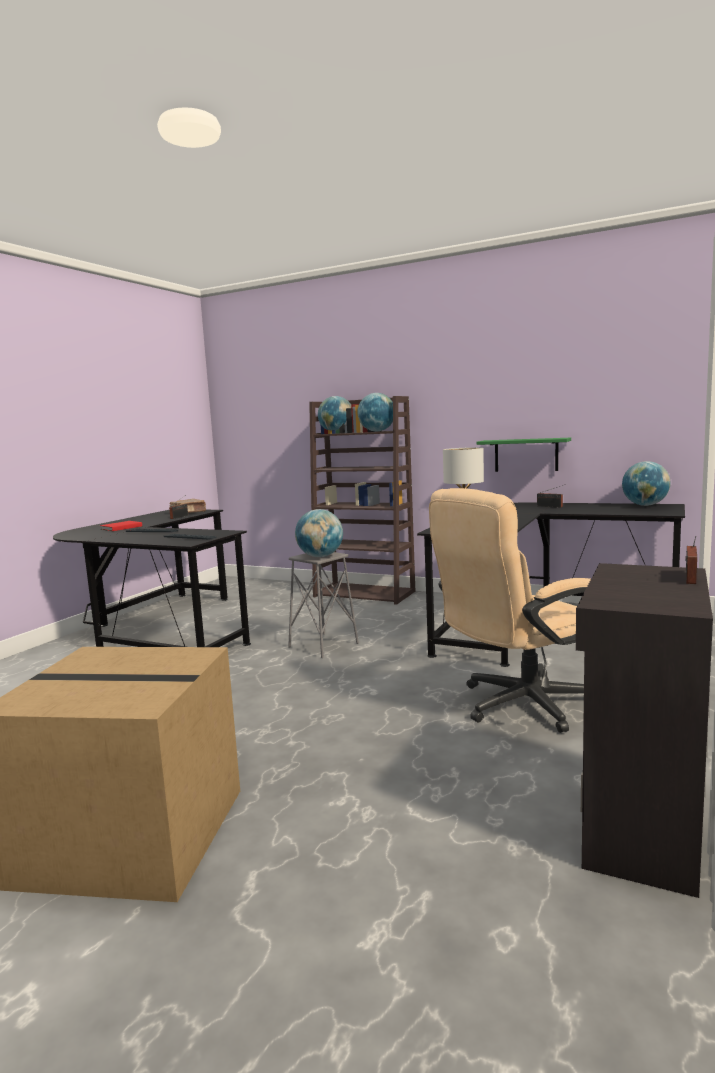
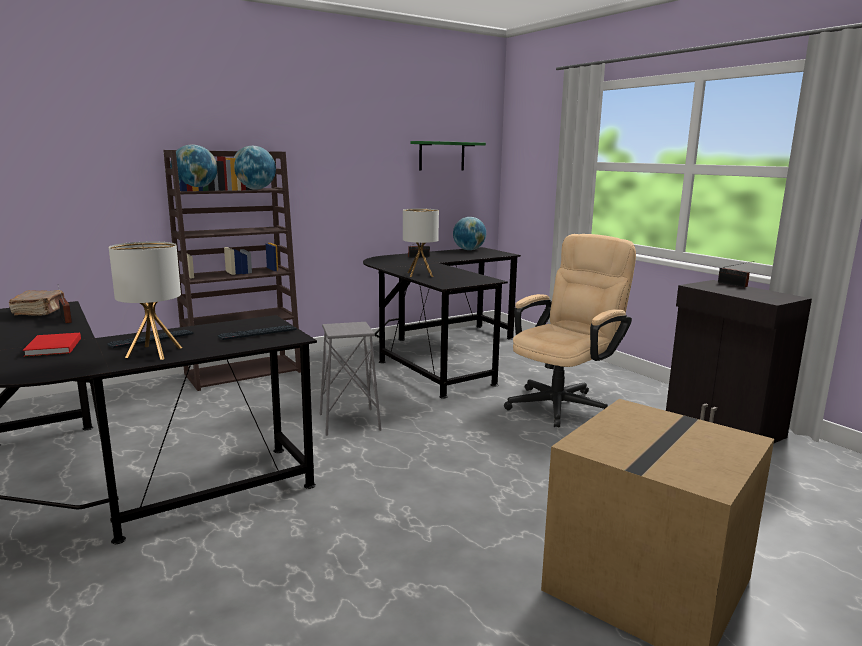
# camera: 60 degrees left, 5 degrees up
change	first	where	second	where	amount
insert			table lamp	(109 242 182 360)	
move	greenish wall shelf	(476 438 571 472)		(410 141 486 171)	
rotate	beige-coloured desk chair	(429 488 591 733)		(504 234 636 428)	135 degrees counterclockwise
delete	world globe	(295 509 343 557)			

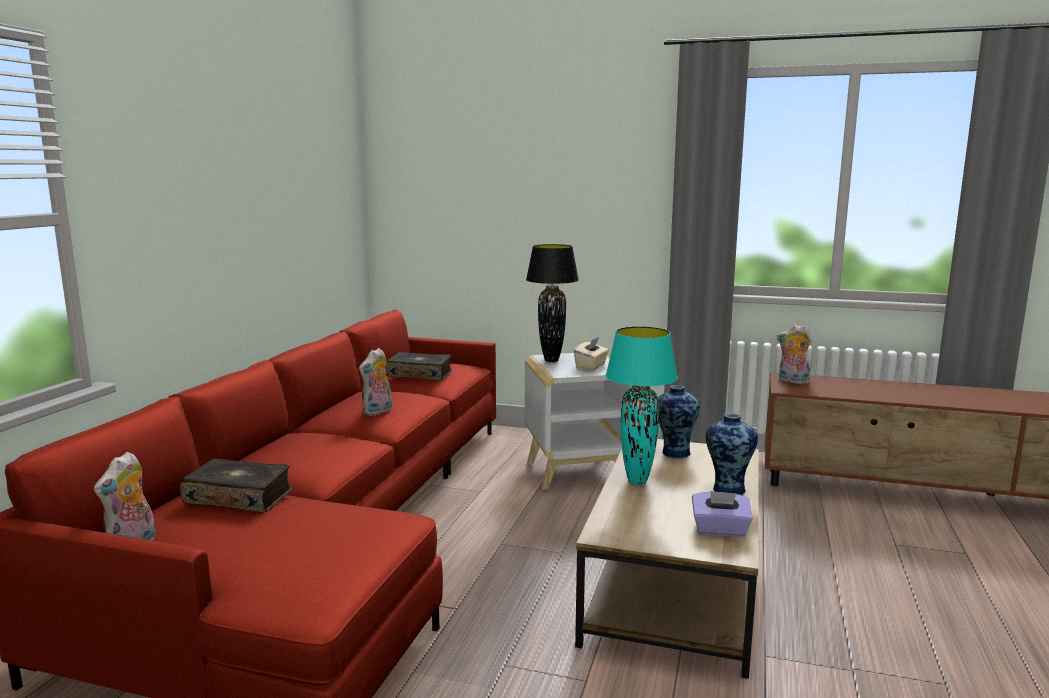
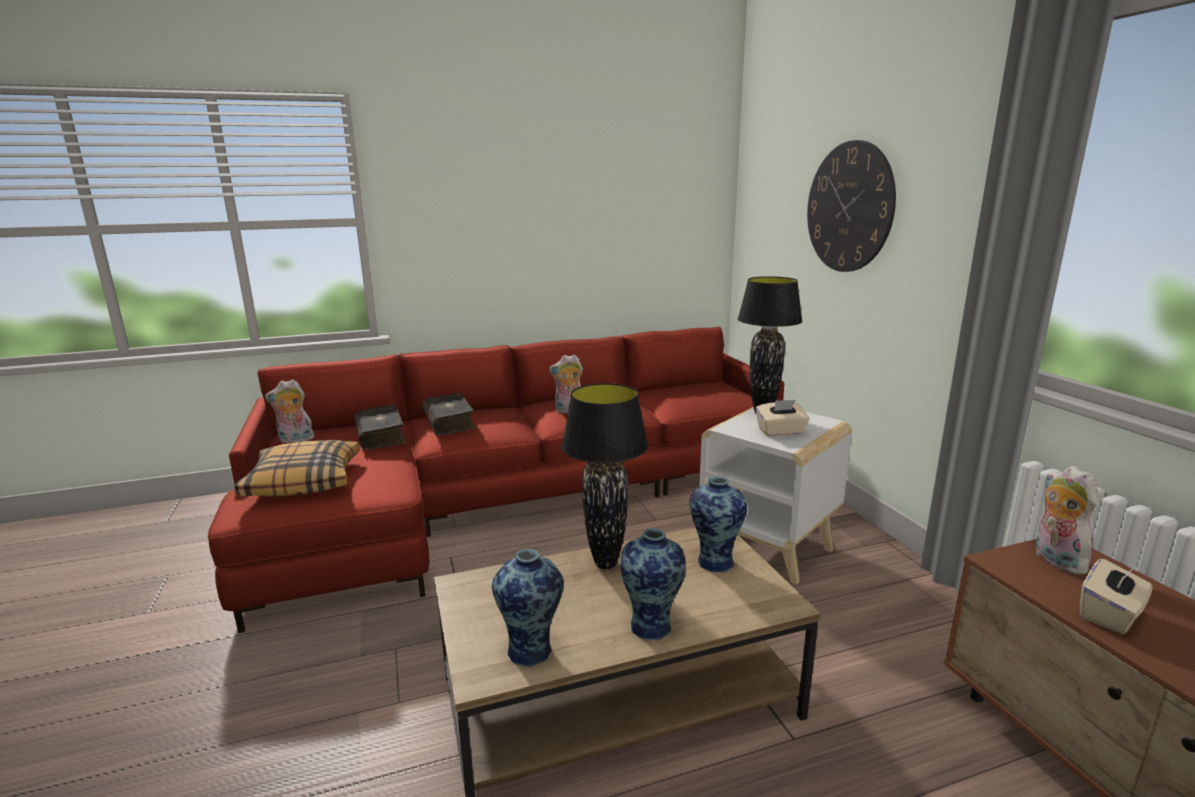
# camera: 55 degrees right, 5 degrees up
change	first	where	second	where	amount
insert			pillow	(235 440 360 497)	
move	volume	(386 352 452 381)		(422 393 477 436)	
replace	purple tissue holder	(692 491 753 537)	decorative vase	(492 549 564 668)	
recolor	turquoise-coloured table lamp	(606 326 678 485)	black table lamp	(562 383 648 569)	
insert			clock on the wall	(807 140 896 272)	
insert			beige-coloured tissue holder	(1080 559 1152 634)	

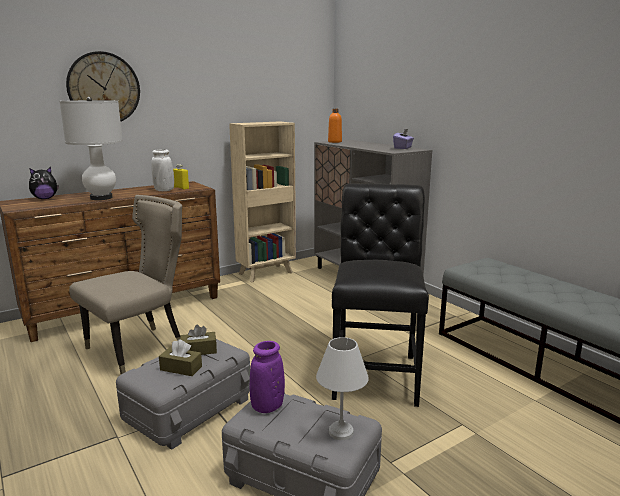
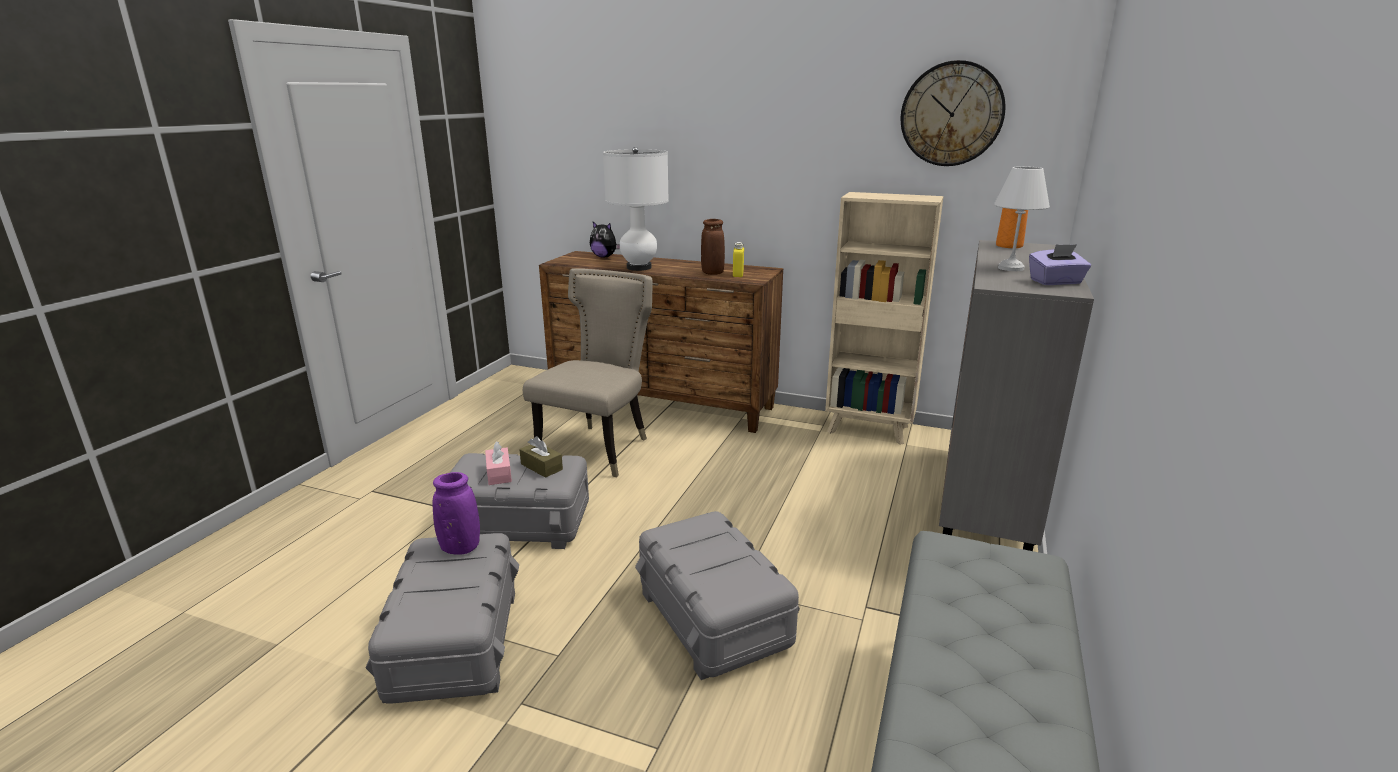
# camera: 55 degrees right, 5 degrees up
change	first	where	second	where	amount
recolor	brown-coloured tissue holder	(159 339 202 376)	pinkish tissue holder	(485 441 512 485)	
rotate	beige-coloured plain chair	(69 195 182 374)		(523 268 653 478)	75 degrees counterclockwise
replace	black plain chair	(332 183 429 407)	greyish storage box	(635 511 800 680)	
recolor	whitish decorative vase	(151 149 174 191)	brown-coloured decorative vase	(701 219 725 275)	
move	clock on the wall	(66 51 140 121)		(901 60 1005 166)	
move	whitish table lamp	(316 337 369 440)		(994 166 1050 271)	

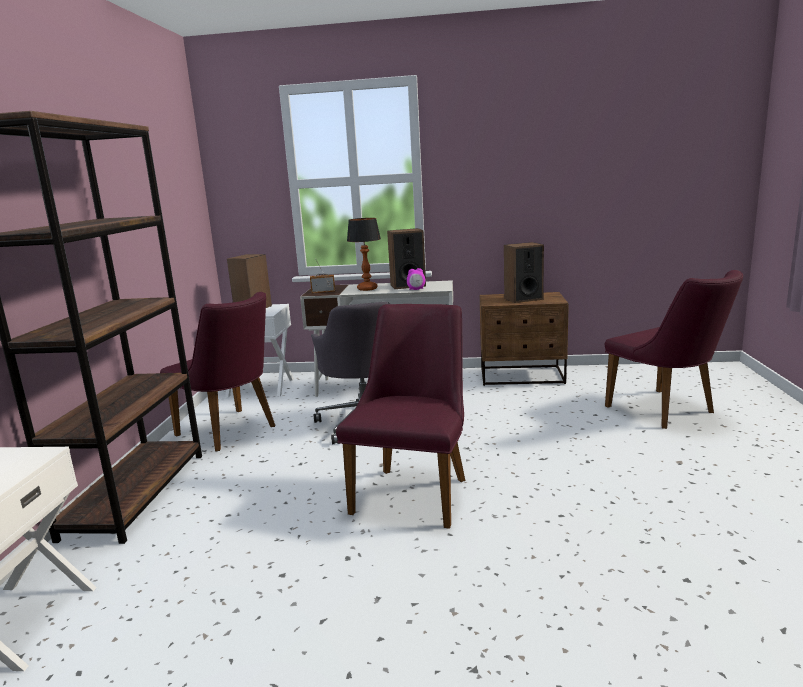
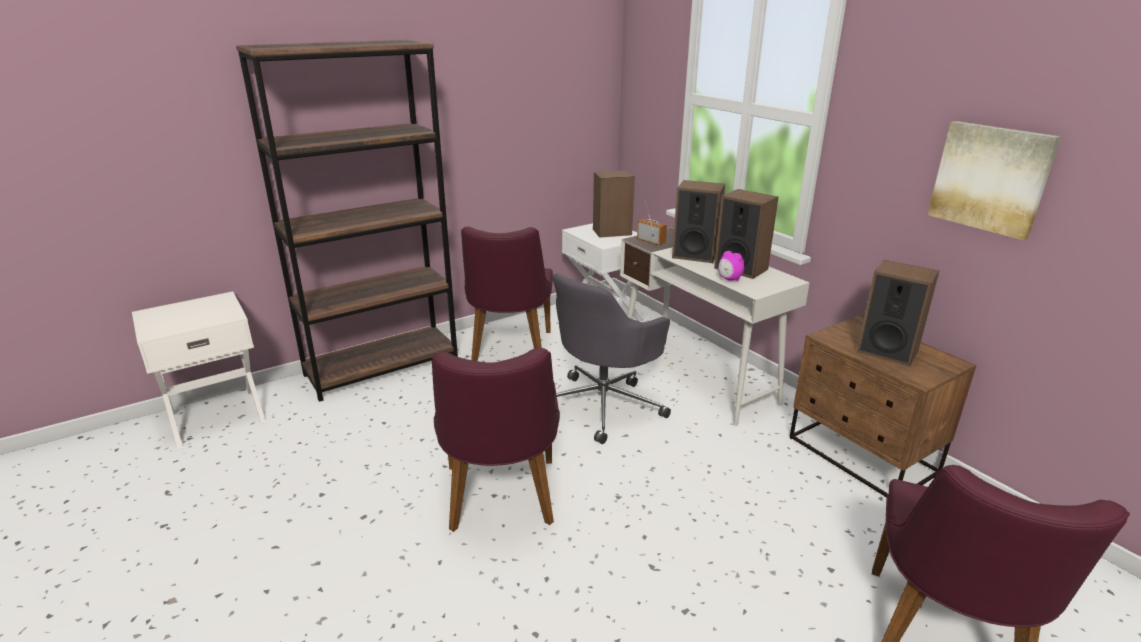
# camera: 50 degrees right, 10 degrees up
change	first	where	second	where	amount
rotate	purple plain chair	(336 304 465 529)		(432 348 560 532)	105 degrees clockwise
replace	table lamp	(347 218 381 291)	audio speaker	(672 180 725 263)	
insert			wall picture	(928 121 1061 240)	

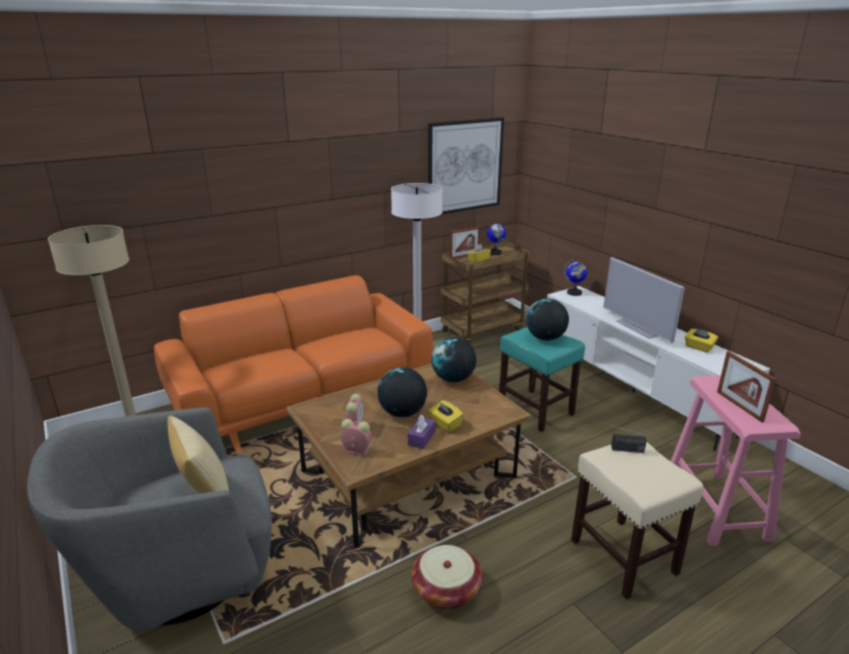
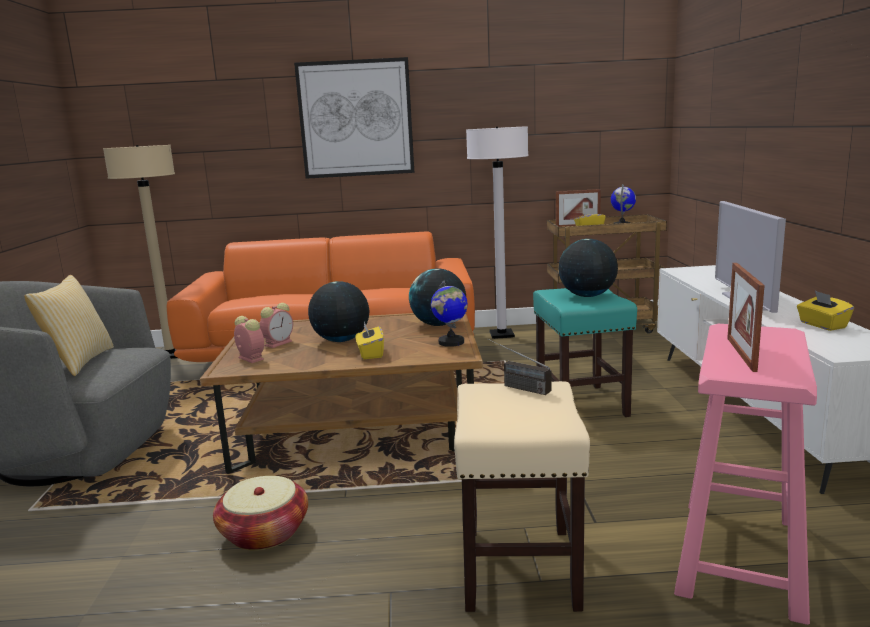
# camera: 30 degrees right, 10 degrees down
change	first	where	second	where	amount
move	wall picture	(428 118 504 214)		(294 57 414 179)	
move	world globe	(564 259 587 296)		(431 280 468 347)	
delete	purple tissue holder	(408 414 435 449)			

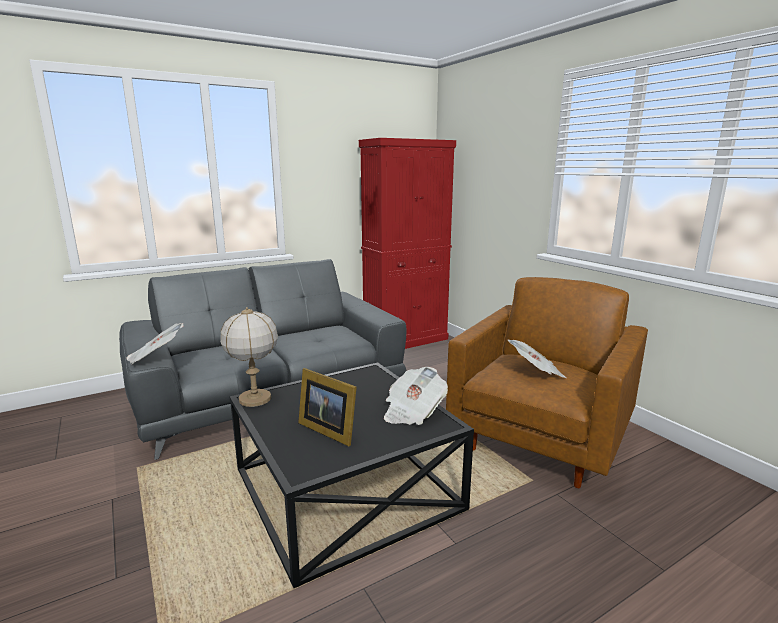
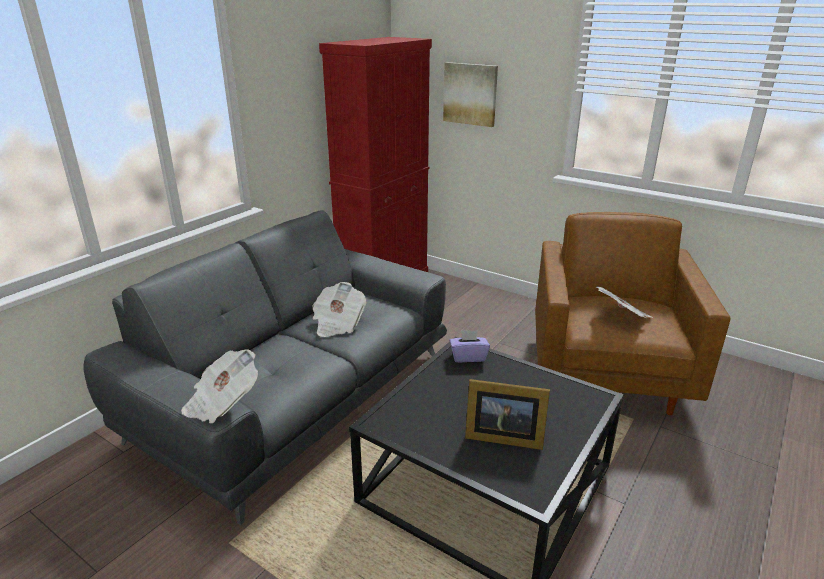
# camera: 25 degrees left, 10 degrees up
change	first	where	second	where	amount
move	newspaper	(384 367 448 425)		(312 282 366 337)	
insert			wall picture	(443 62 498 127)	
insert			purple tissue holder	(449 330 490 362)	
delete	table lamp	(220 307 278 407)			

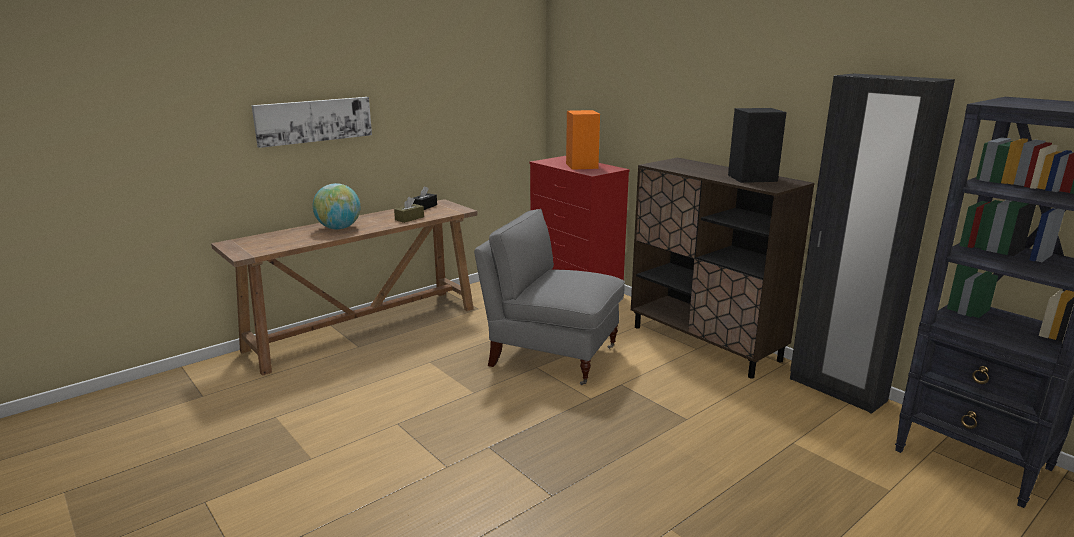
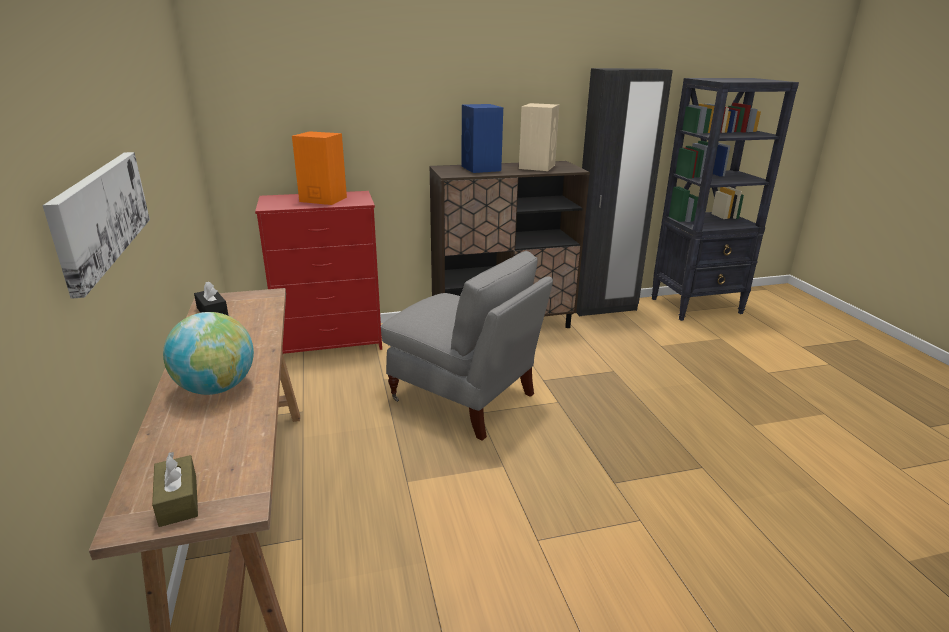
# camera: 65 degrees left, 5 degrees up
change	first	where	second	where	amount
move	brown-coloured tissue holder	(394 197 424 223)		(152 452 198 527)	
rotate	greyish easy chair	(474 209 625 385)		(380 251 553 441)	105 degrees counterclockwise
insert			blue-coloured audio speaker	(461 104 503 173)	
recolor	black audio speaker	(728 108 787 183)	beige-coloured audio speaker	(519 103 559 171)	

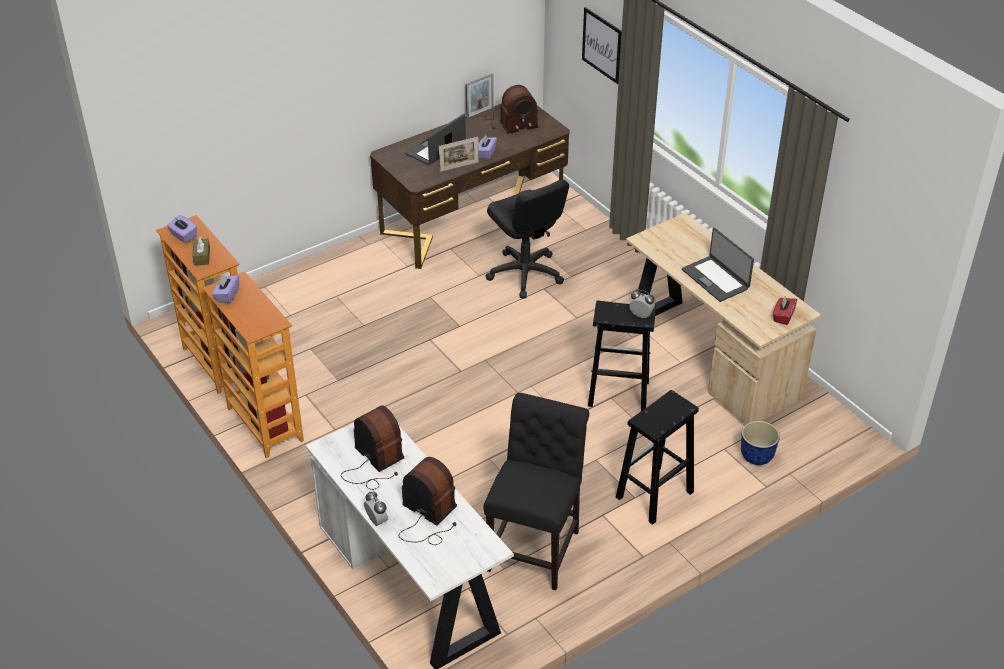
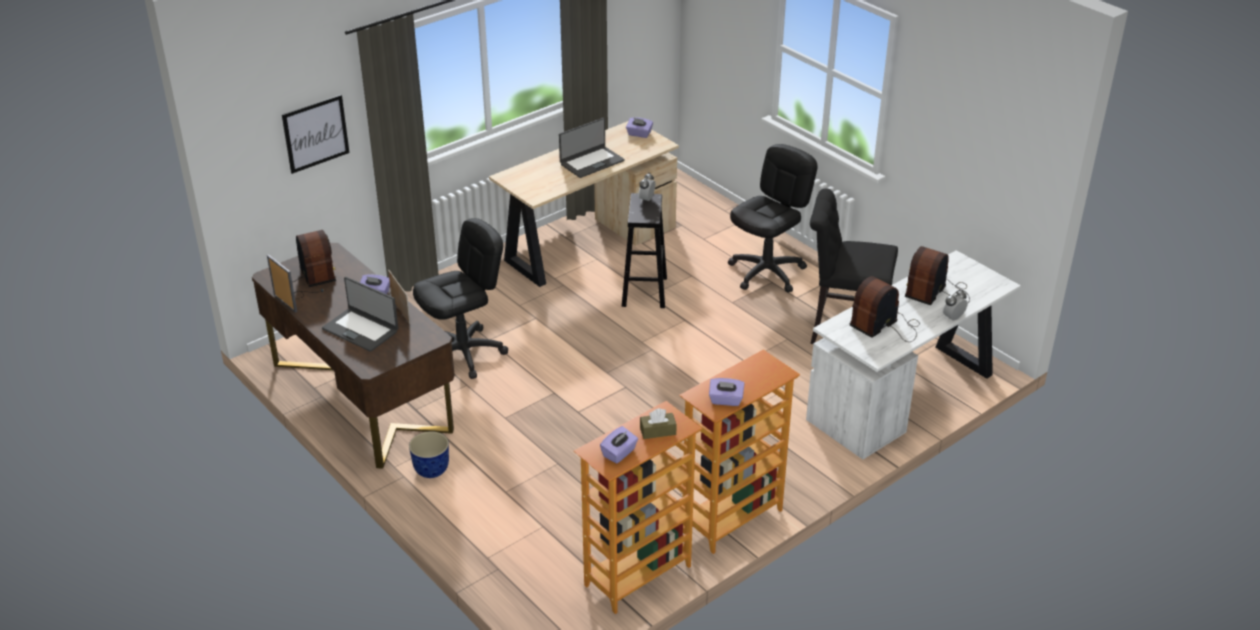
# camera: 95 degrees left, 5 degrees down
change	first	where	second	where	amount
move	planter	(741 421 780 465)		(409 431 449 478)	
recolor	red-coloured tissue holder	(773 296 797 325)	purple tissue holder	(626 117 653 138)	
replace	black sitting stool	(616 390 699 525)	black desk chair	(728 144 817 293)	

